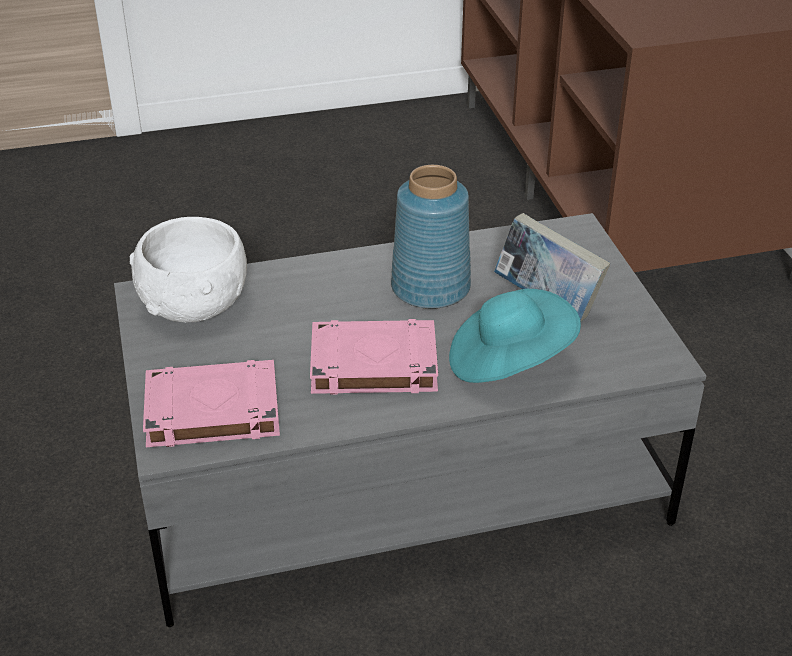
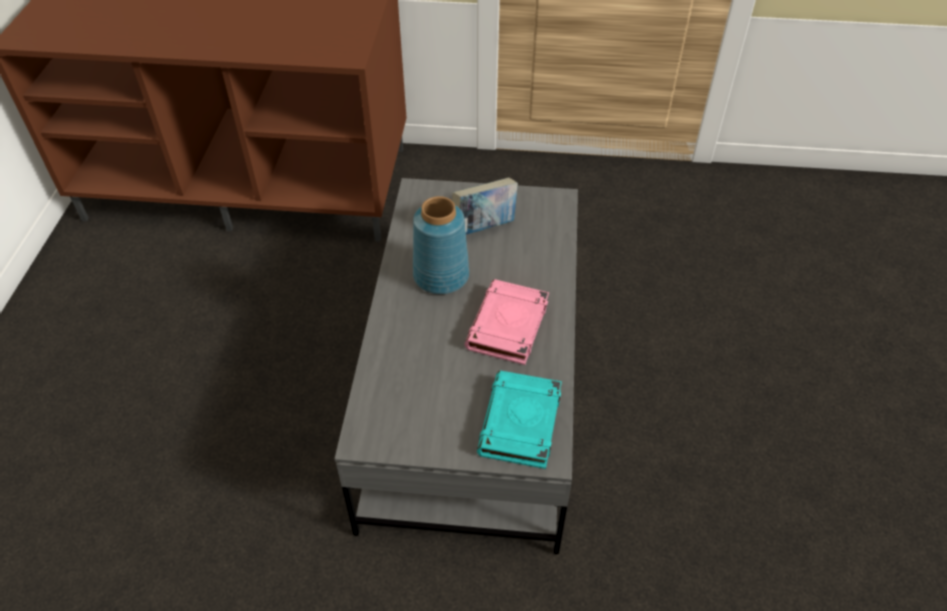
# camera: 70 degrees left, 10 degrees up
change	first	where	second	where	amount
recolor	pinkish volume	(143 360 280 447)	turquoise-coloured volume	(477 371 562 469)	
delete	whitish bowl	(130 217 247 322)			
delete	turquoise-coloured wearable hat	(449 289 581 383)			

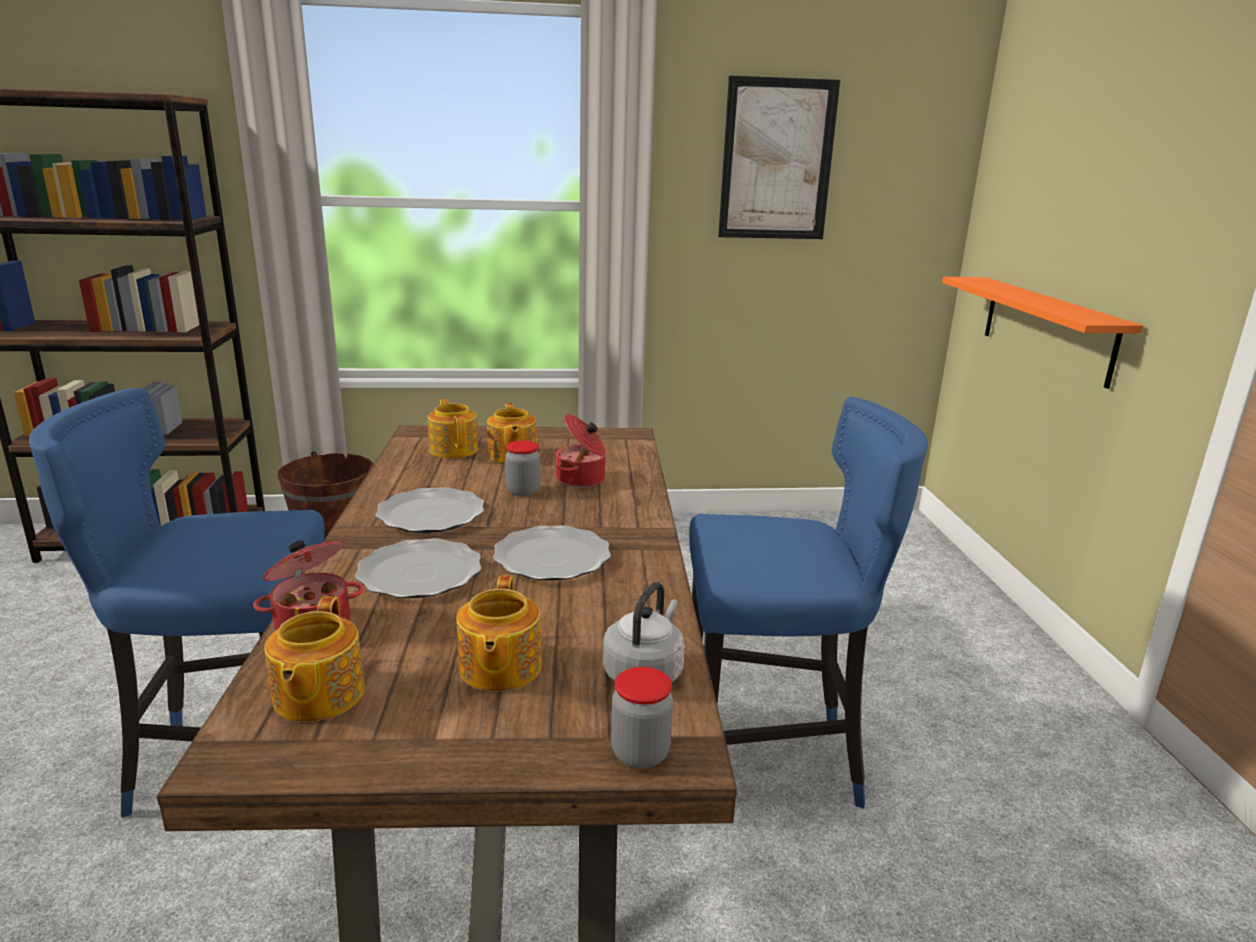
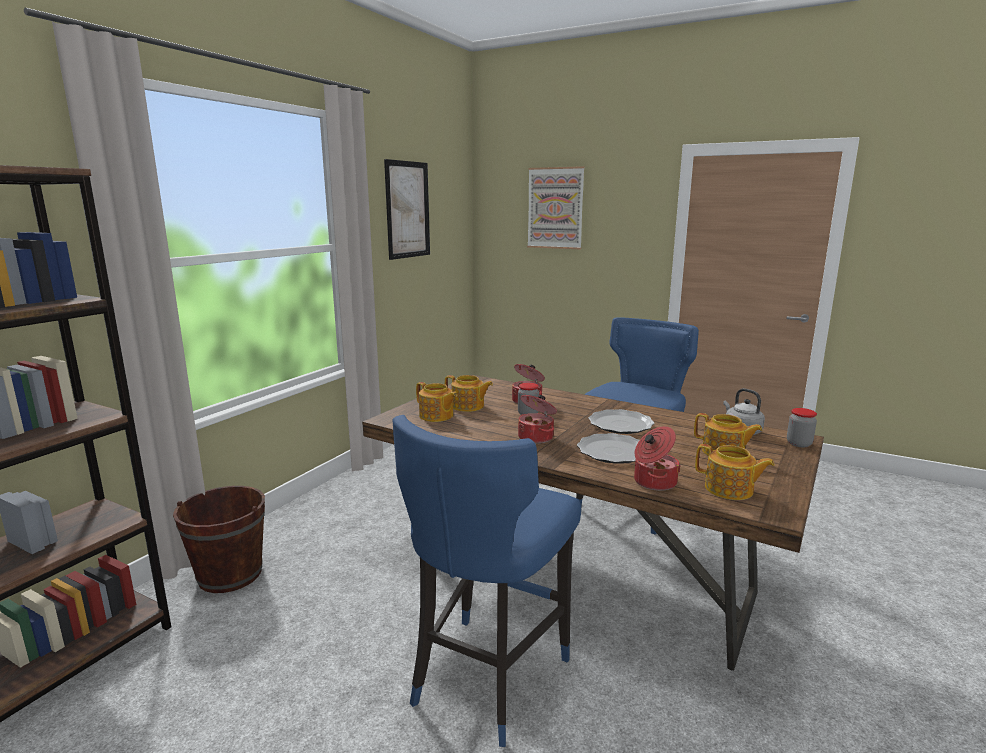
# camera: 55 degrees left, 5 degrees down
change	first	where	second	where	amount
rotate	tea pot	(428 399 478 458)		(416 382 457 422)	150 degrees counterclockwise
replace	plate	(375 487 484 533)	stockpot	(518 395 557 444)	
insert			wall picture	(527 166 585 249)	
delete	orange-coloured wall shelf	(942 277 1144 389)			

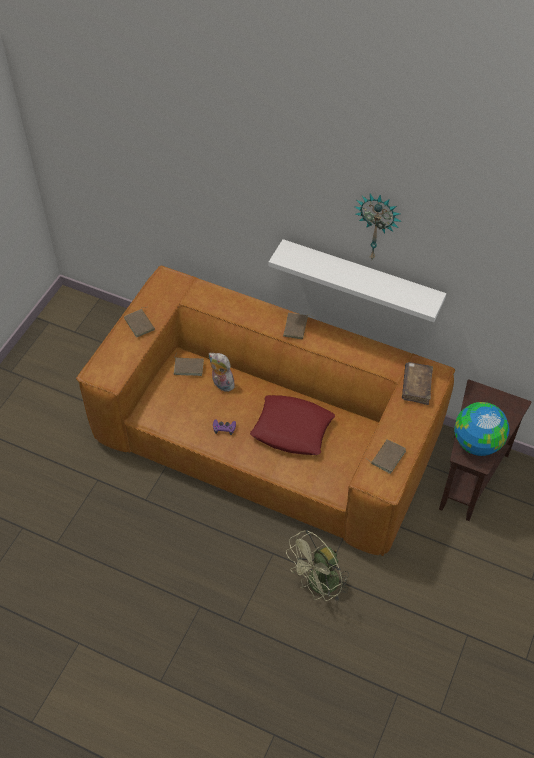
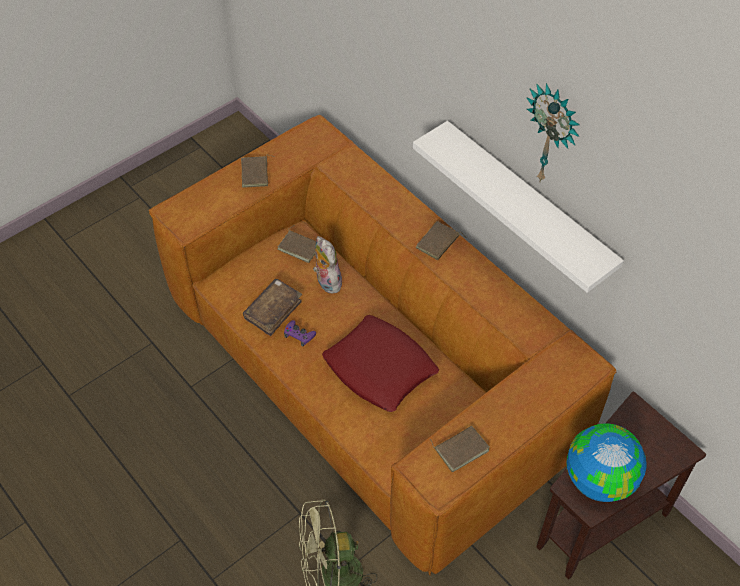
# camera: 25 degrees right, 0 degrees up
change	first	where	second	where	amount
move	brown-coloured volume	(402 362 433 405)		(243 279 302 336)	

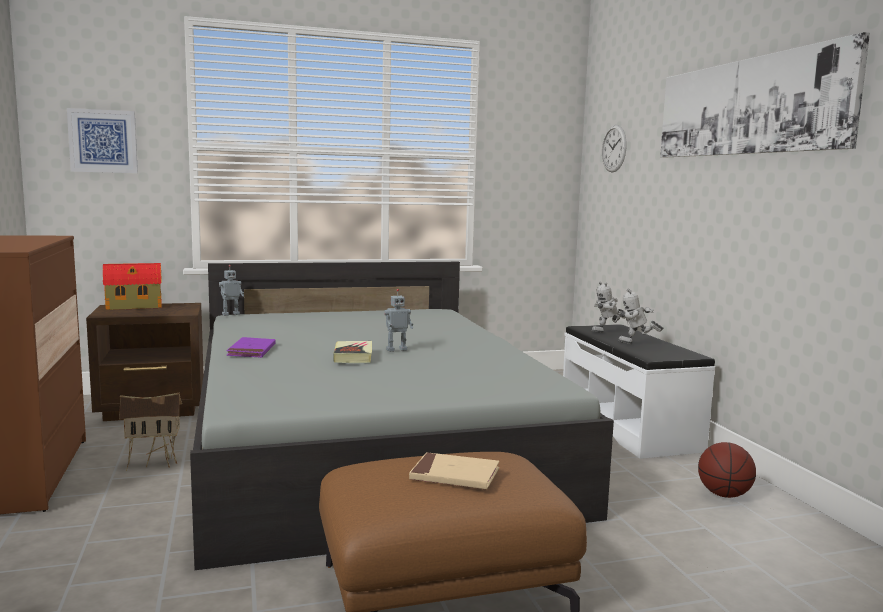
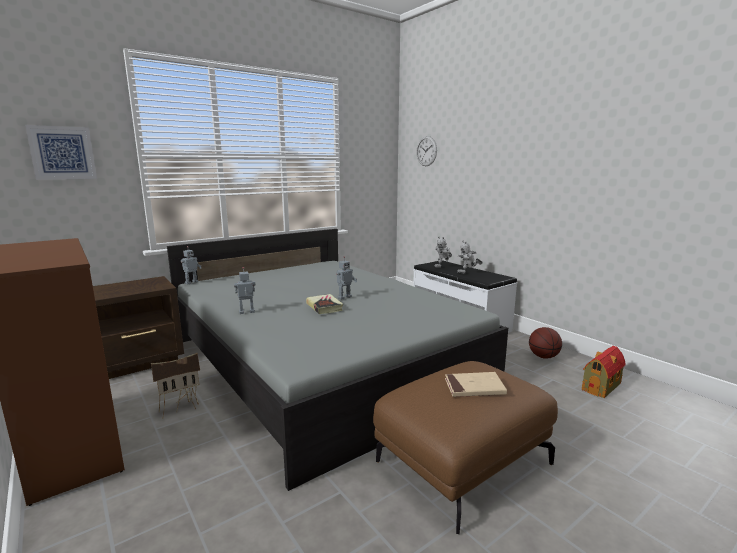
# camera: 20 degrees left, 5 degrees up
change	first	where	second	where	amount
replace	purple volume	(226 337 276 358)	model robot	(234 267 255 314)	
move	model house	(103 263 162 310)		(582 346 626 398)	
delete	wall picture	(660 32 870 158)			

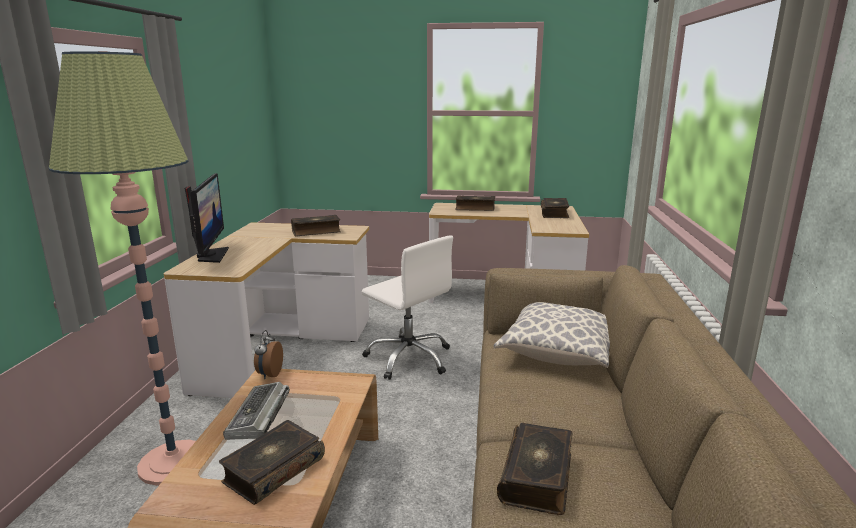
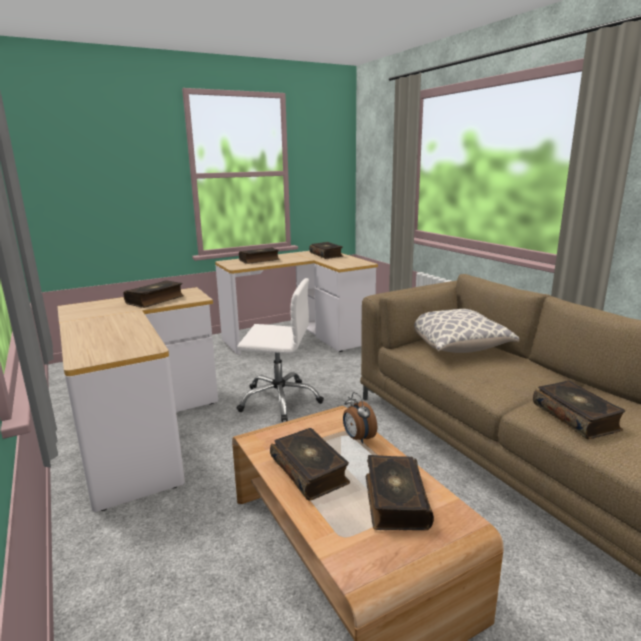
# camera: 35 degrees left, 0 degrees up
change	first	where	second	where	amount
replace	PC keyboard	(223 382 290 440)	volume	(270 428 350 501)	
move	alarm clock	(254 330 283 379)		(343 392 377 444)	
delete	standing lamp	(49 51 196 486)			
delete	monitor	(184 173 229 263)			

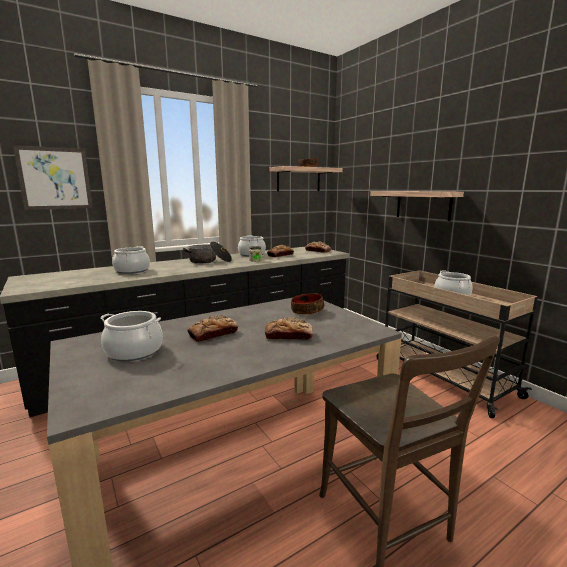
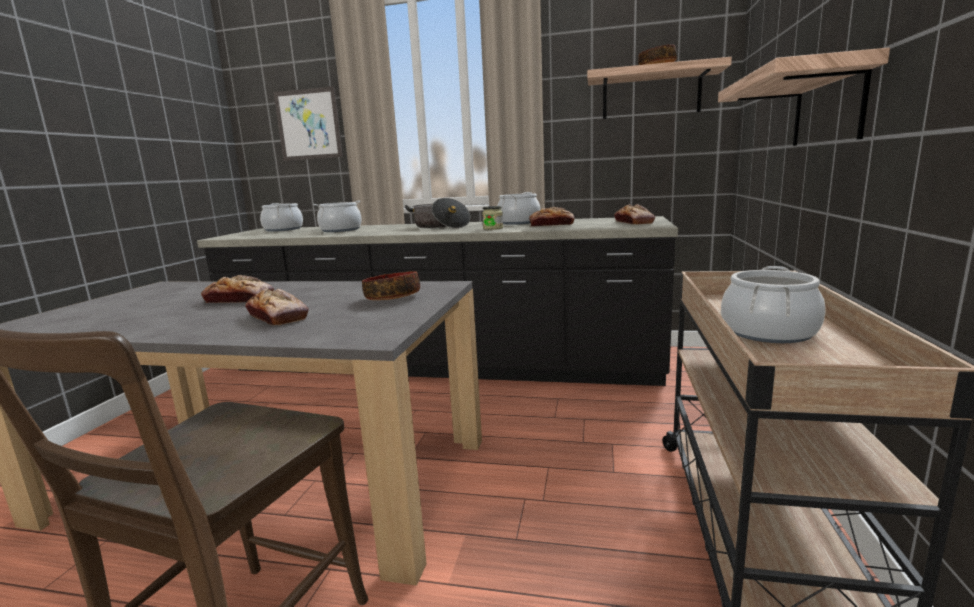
# camera: 45 degrees right, 0 degrees up
change	first	where	second	where	amount
move	stockpot	(100 311 163 361)		(260 203 303 232)	

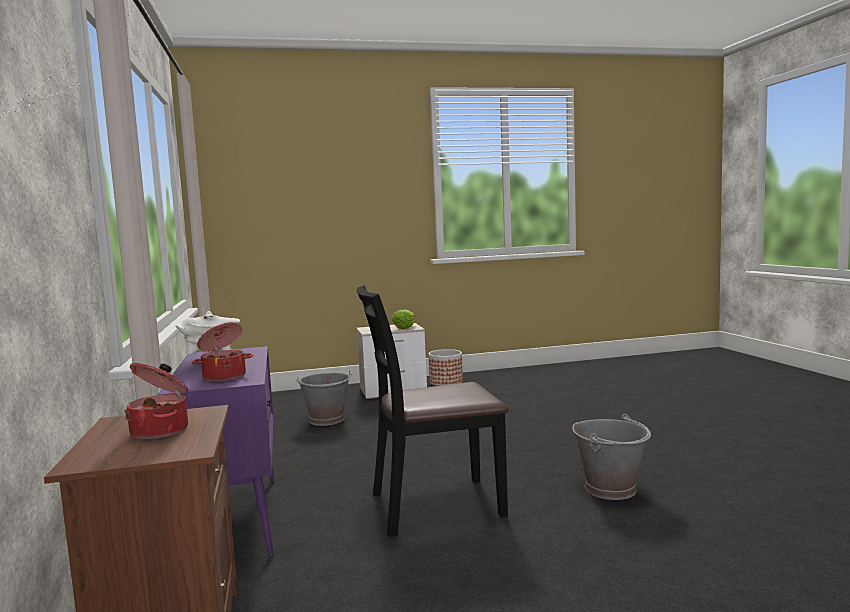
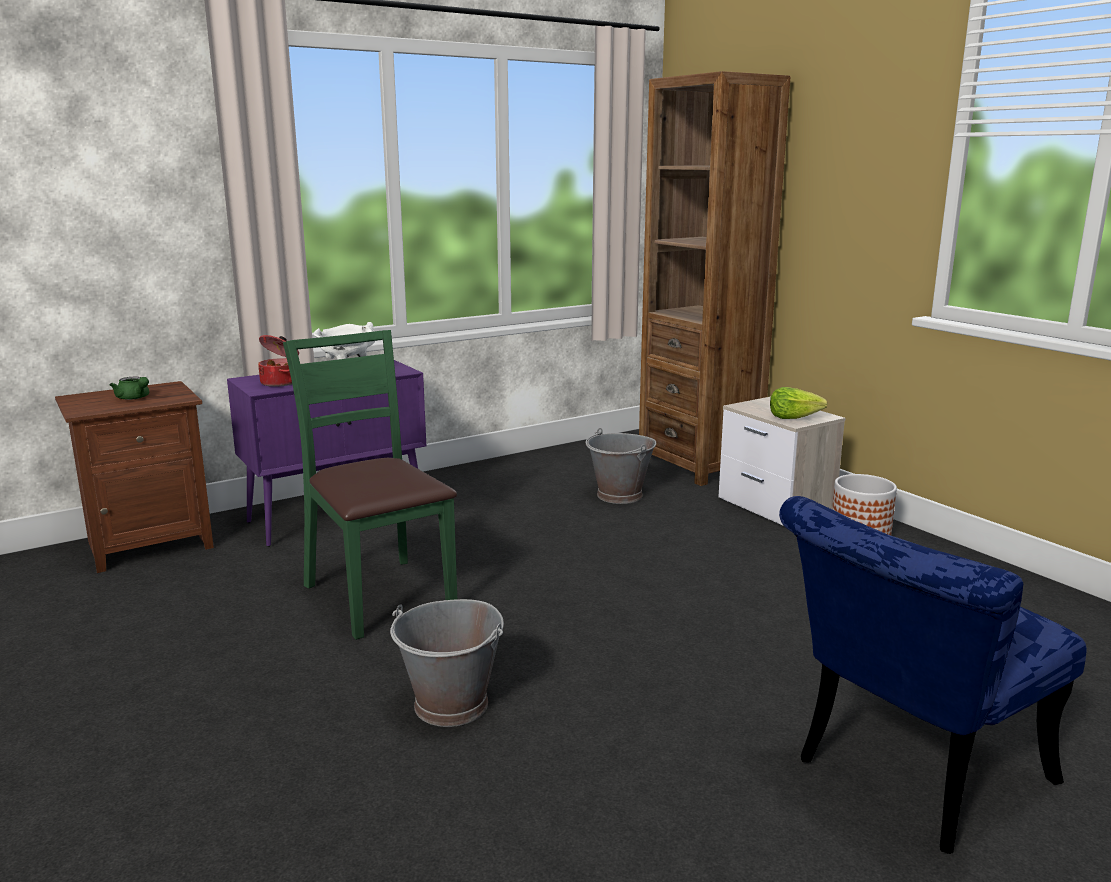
# camera: 70 degrees right, 10 degrees up
change	first	where	second	where	amount
replace	stockpot	(124 363 188 439)	greenish tea pot	(110 377 149 400)	
recolor	black plain chair	(357 285 509 537)	greenish plain chair	(283 330 457 640)	
insert			brown-coloured shelving unit	(639 71 791 486)	
insert			blue-coloured plain chair	(779 496 1087 854)	

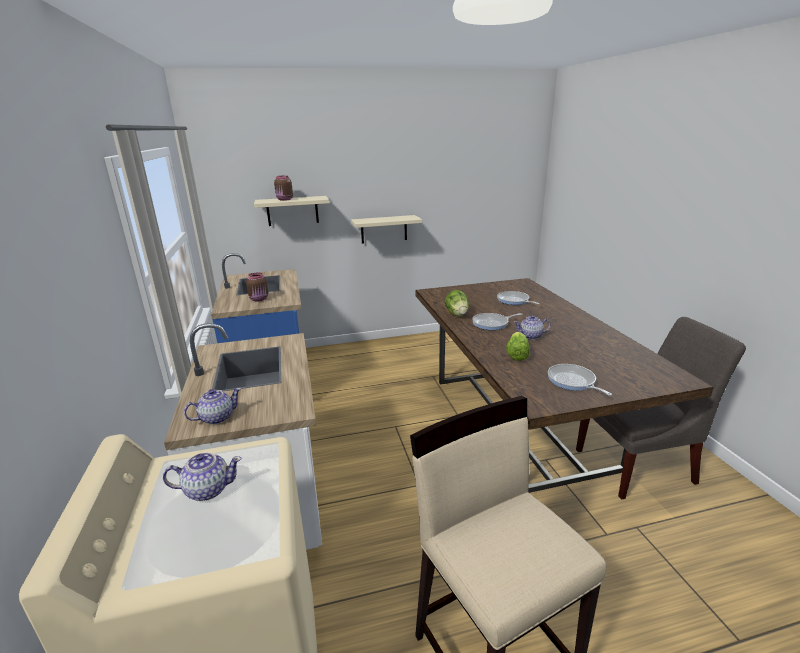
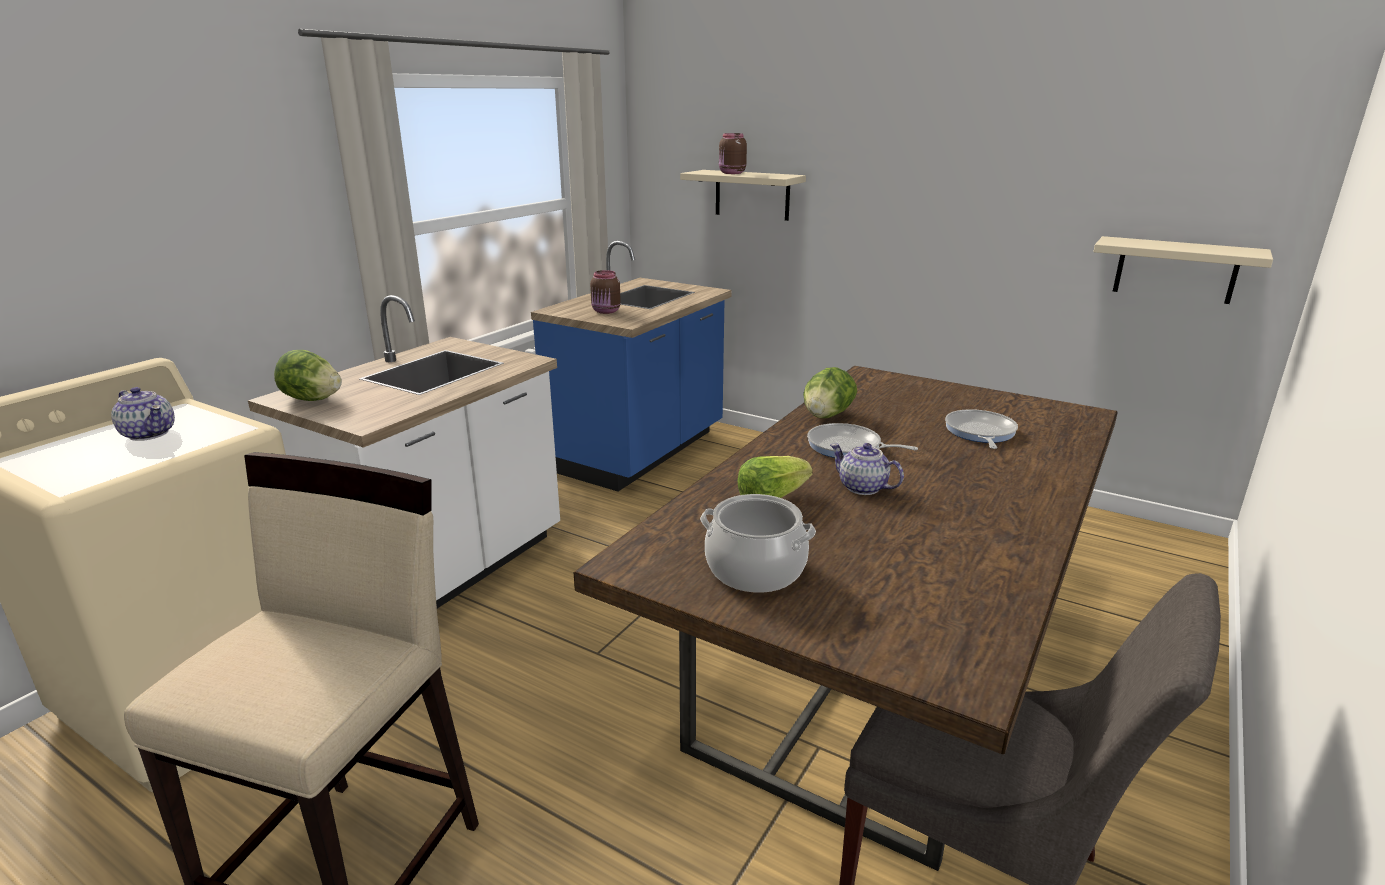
# camera: 45 degrees right, 0 degrees up
change	first	where	second	where	amount
replace	tea pot	(184 388 241 425)	lettuce head	(274 350 342 401)	
replace	frying pan	(548 364 612 396)	stockpot	(700 494 816 593)	
move	beige-coloured wall shelf	(351 215 422 244)		(1093 236 1273 304)	

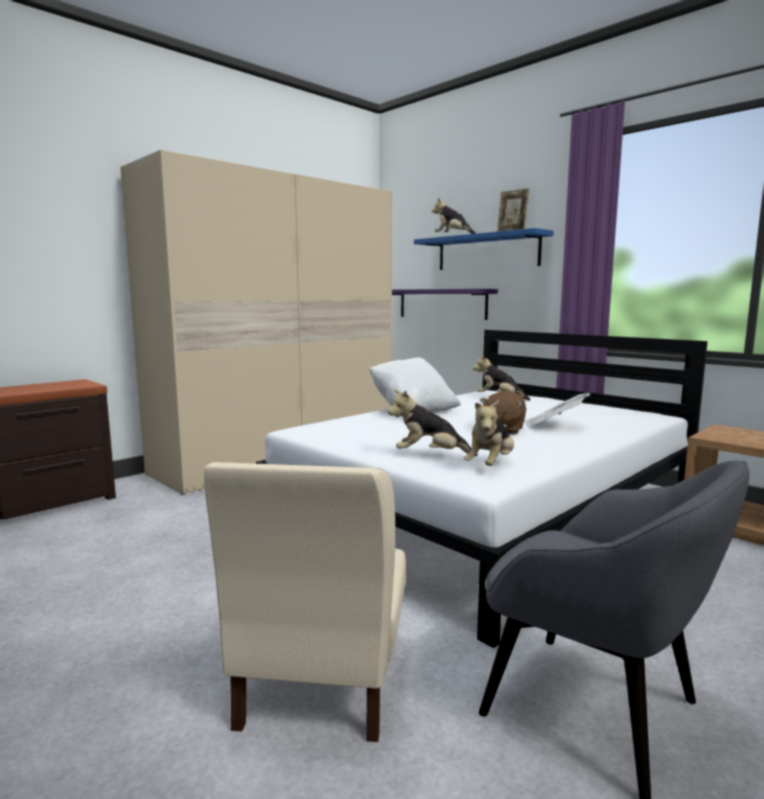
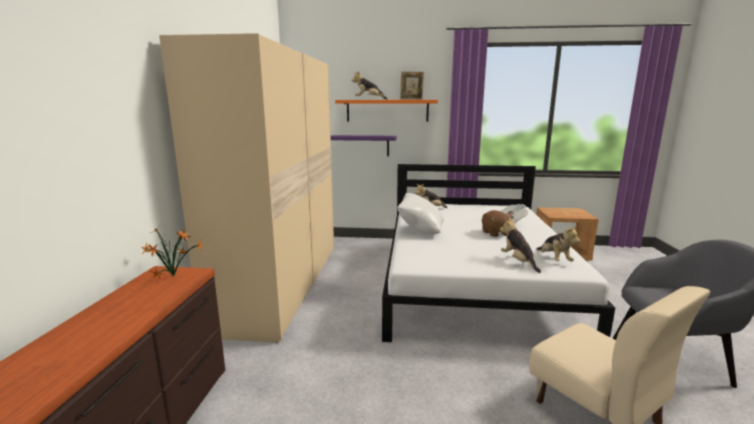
# camera: 40 degrees left, 5 degrees up
change	first	where	second	where	amount
insert			plant in a pot	(141 227 204 280)	
recolor	blue-coloured wall shelf	(414 228 554 270)	orange-coloured wall shelf	(335 100 438 122)	
rotate	cuddly toy	(388 390 478 456)		(500 218 541 273)	105 degrees clockwise

